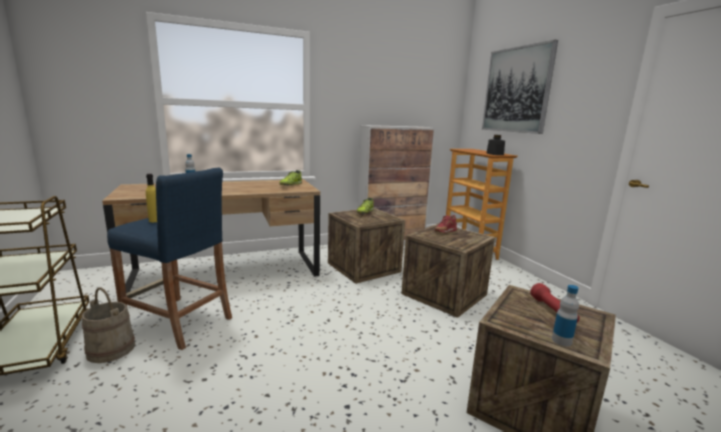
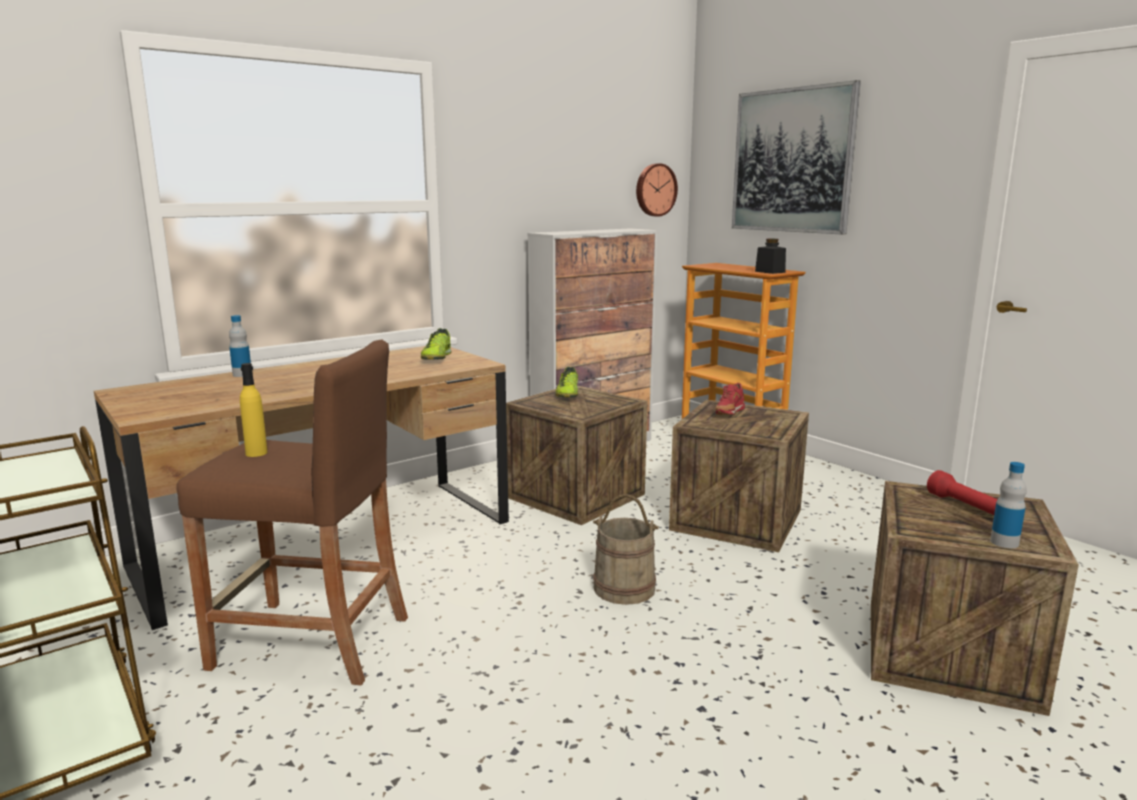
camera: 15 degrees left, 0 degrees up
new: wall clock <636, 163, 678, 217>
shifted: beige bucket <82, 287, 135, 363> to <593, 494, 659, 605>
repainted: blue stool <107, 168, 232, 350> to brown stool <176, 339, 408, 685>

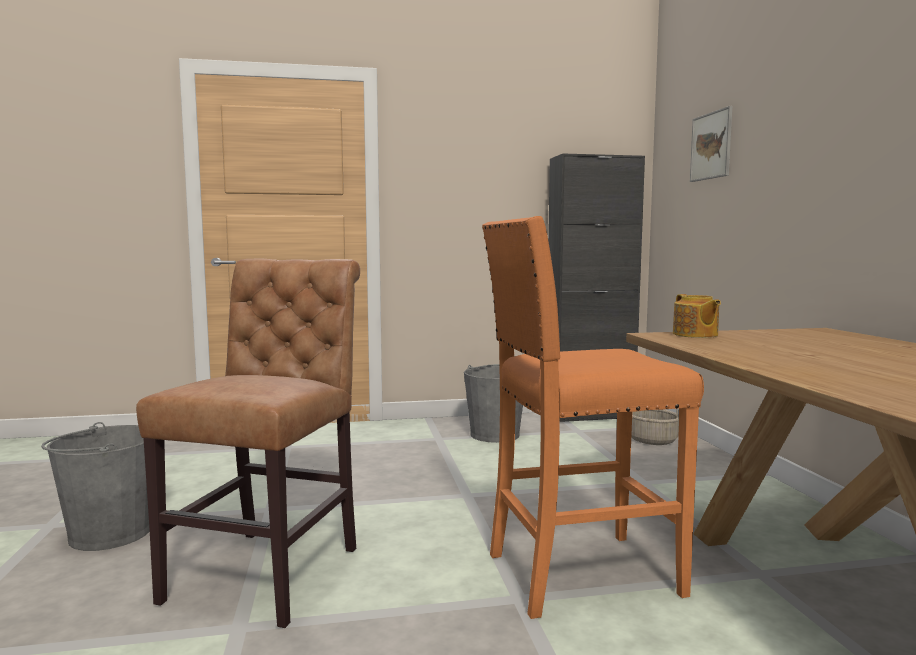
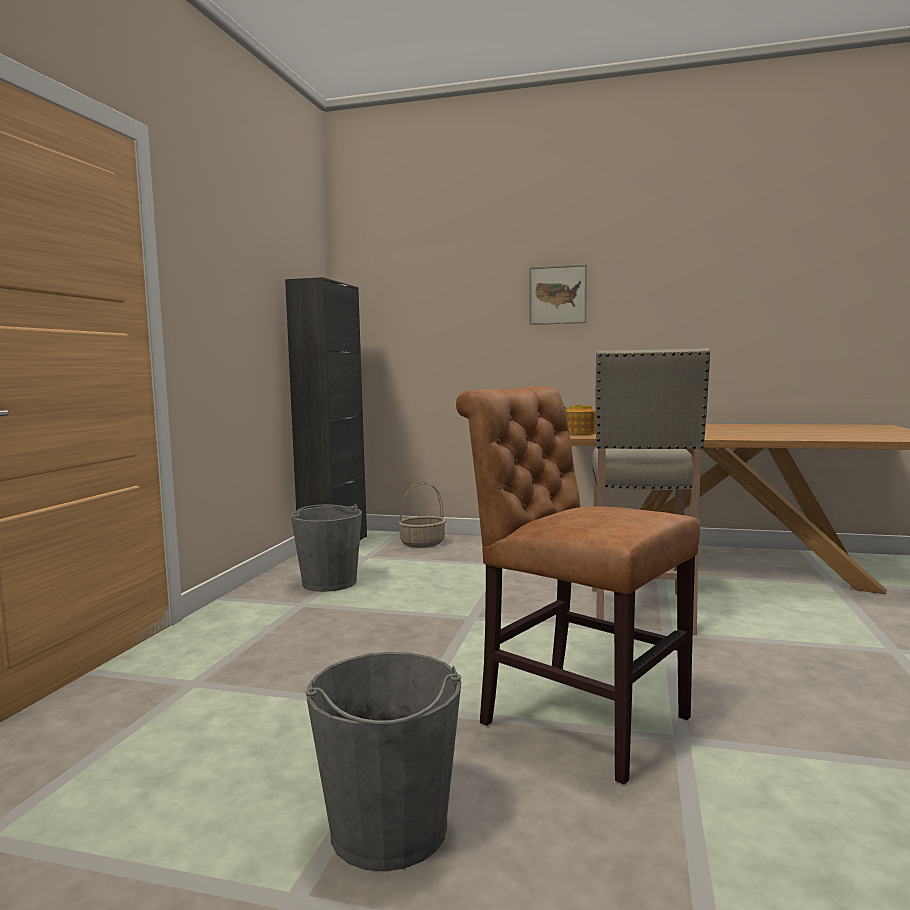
camera: 65 degrees left, 0 degrees up
shifted: picture <690, 106, 733, 182> to <529, 264, 587, 325>
repainted: orange stool <482, 216, 704, 619> to beige stool <592, 348, 710, 635>

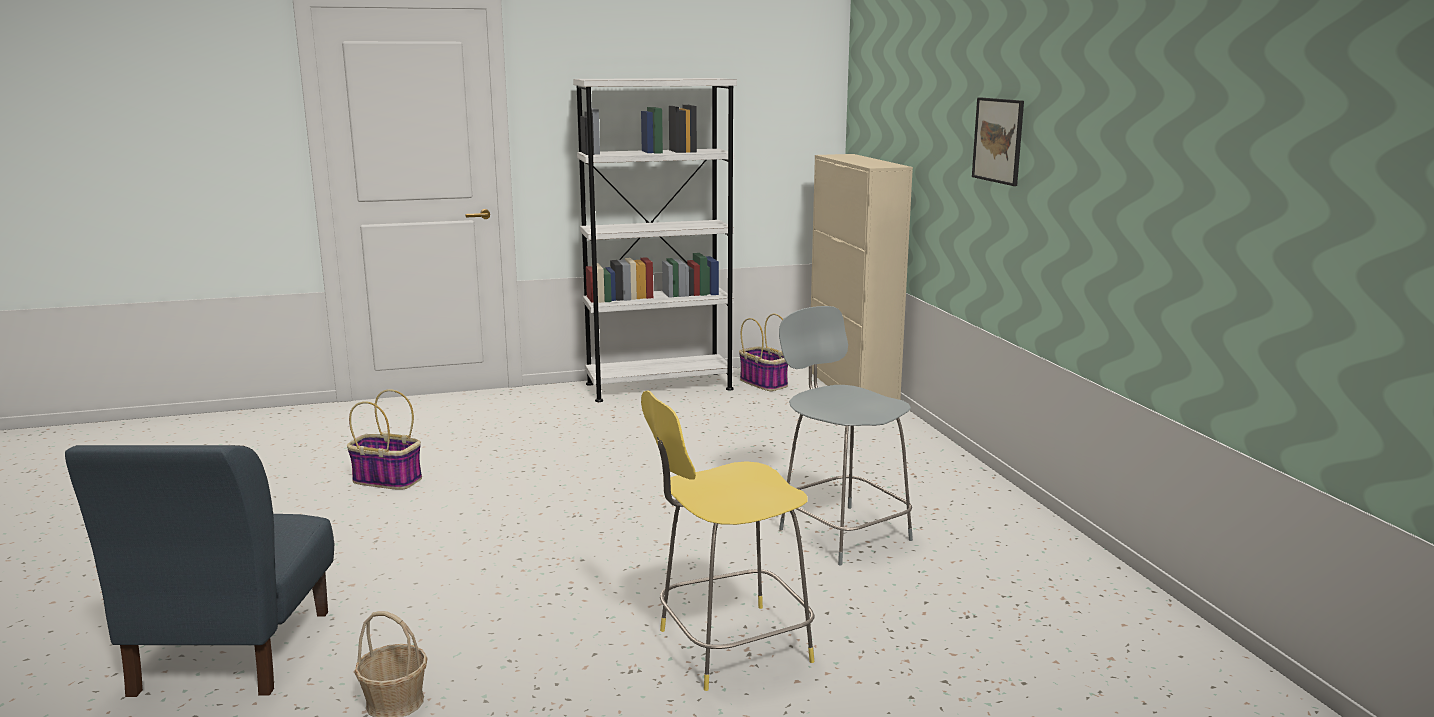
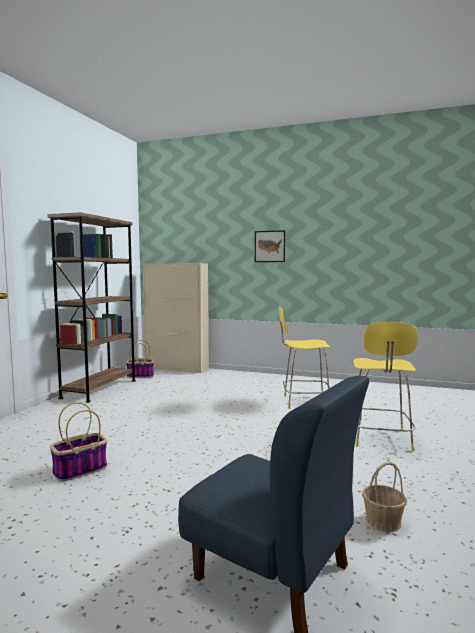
camera: 55 degrees left, 10 degrees down
repainted: white bookcase <573, 78, 737, 402> to brown bookcase <48, 212, 136, 403>; grey stool <779, 306, 913, 566> to yellow stool <279, 307, 331, 408>

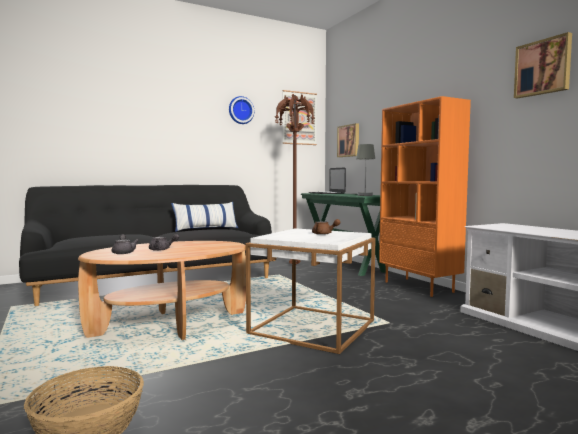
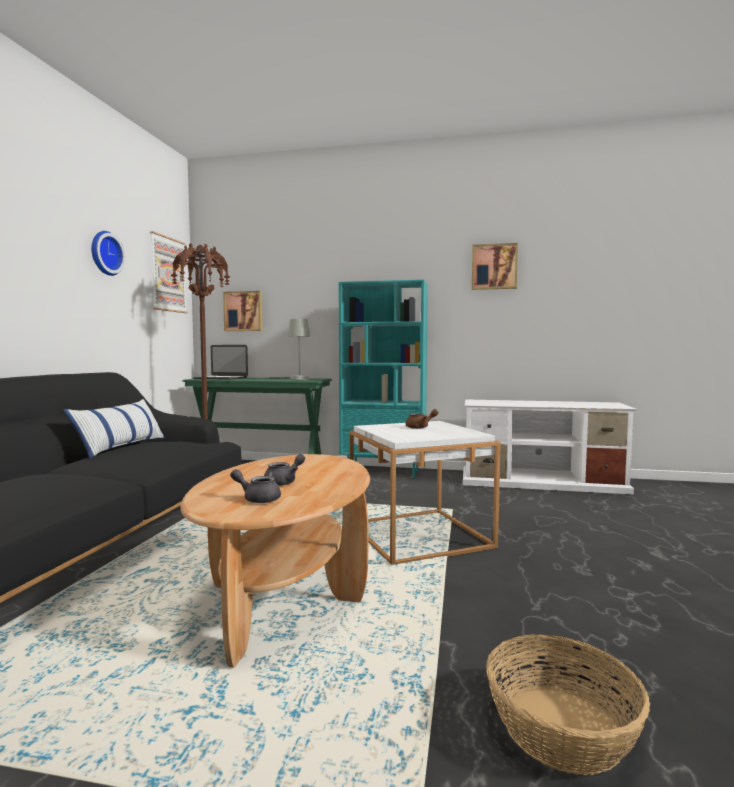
camera: 50 degrees left, 0 degrees up
repainted: orange bookcase <379, 96, 471, 297> to turquoise bookcase <339, 279, 428, 478>

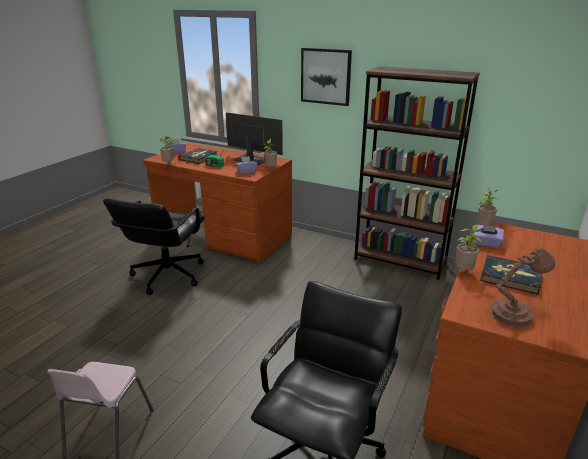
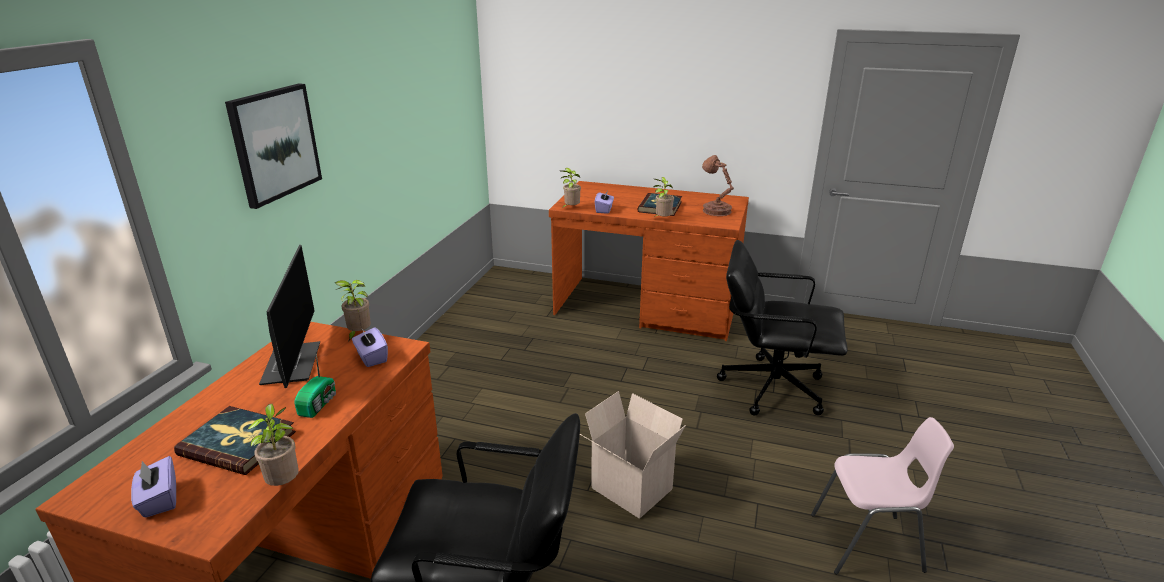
camera: 100 degrees left, 0 degrees up
gone: brown bookcase <354, 66, 480, 280>
new: cardboard box <580, 391, 686, 519>
rotated: monitor <226, 112, 283, 165> = <259, 245, 320, 388> 150 degrees clockwise

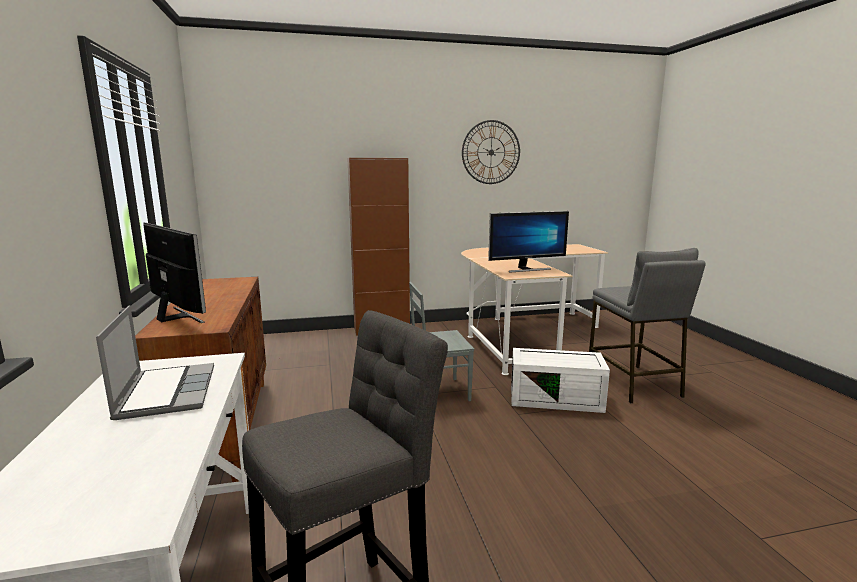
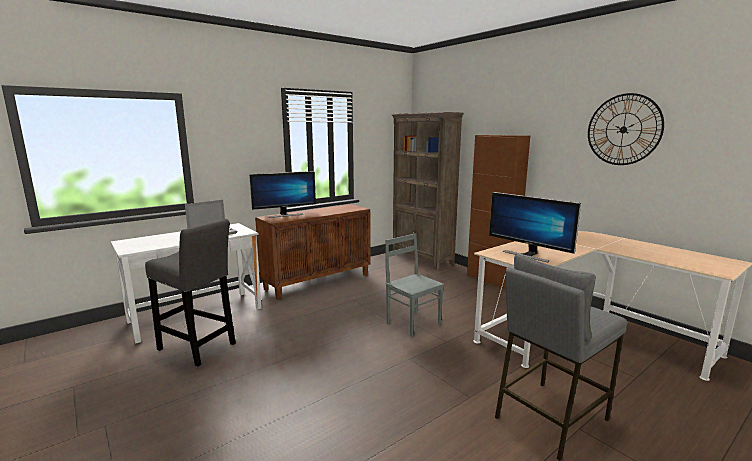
camera: 65 degrees right, 0 degrees up
gone: white storage box <511, 348, 610, 413>
new: brown bookcase <392, 112, 464, 270>
rotated: monitor <143, 223, 206, 323> = <249, 171, 316, 218> 45 degrees clockwise

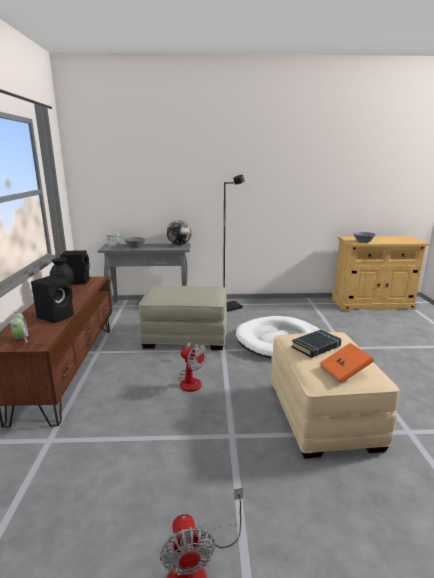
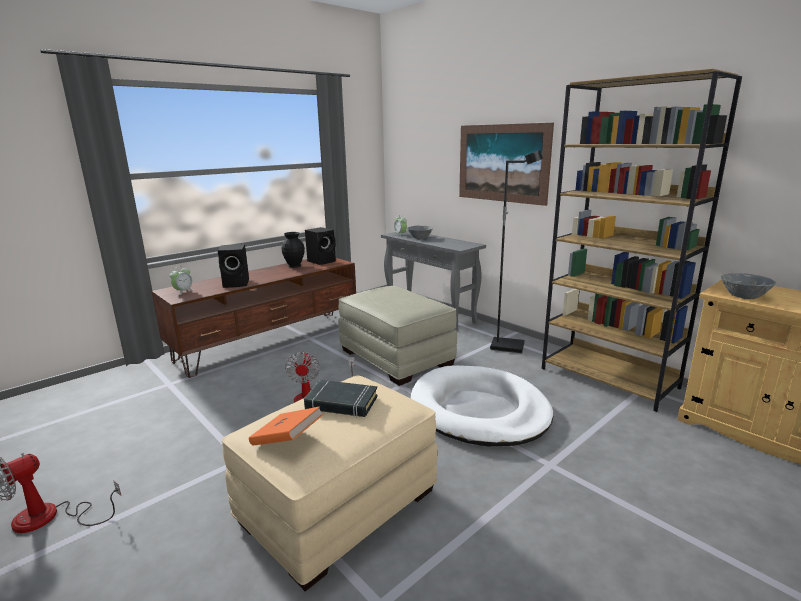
camera: 50 degrees right, 0 degrees up
gone: globe <167, 220, 191, 245>
new: brown bookcase <542, 69, 742, 412>; picture <459, 123, 554, 206>

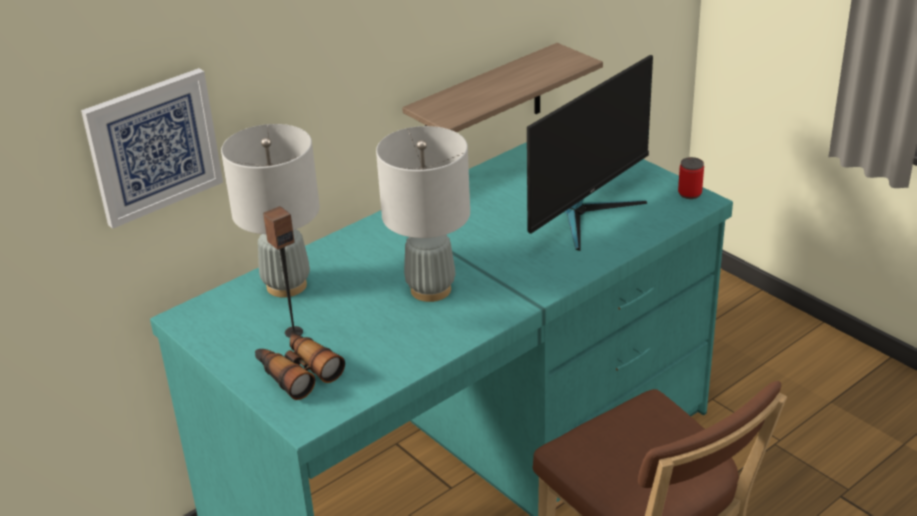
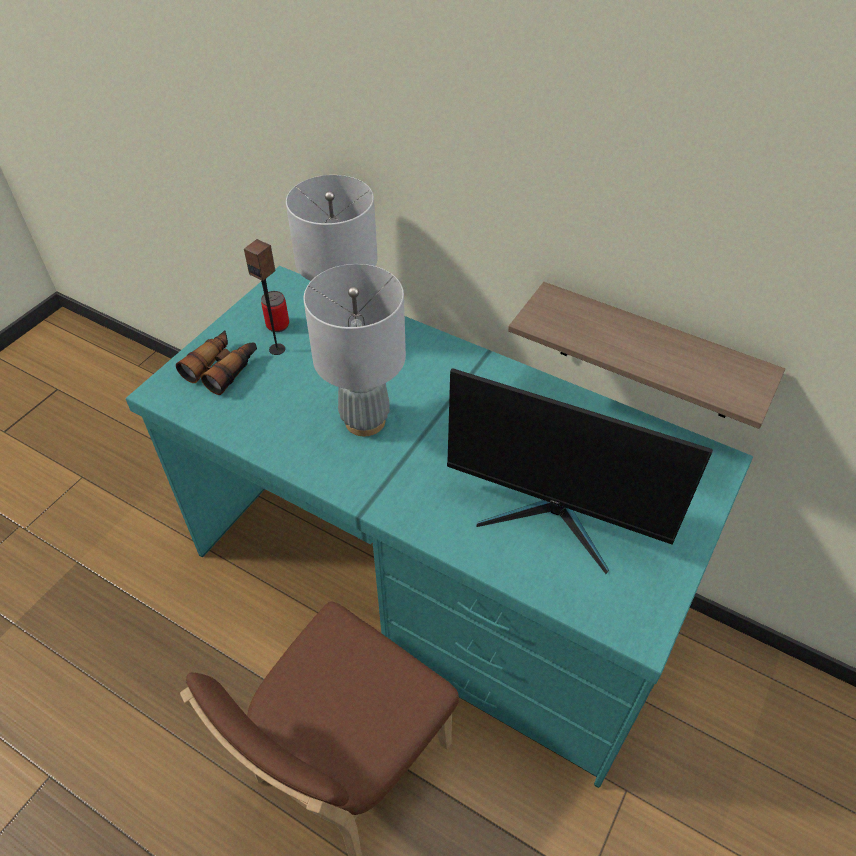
camera: 70 degrees right, 15 degrees up
gone: picture <81, 68, 223, 229>
shifted: can <678, 157, 704, 199> to <261, 291, 289, 332>

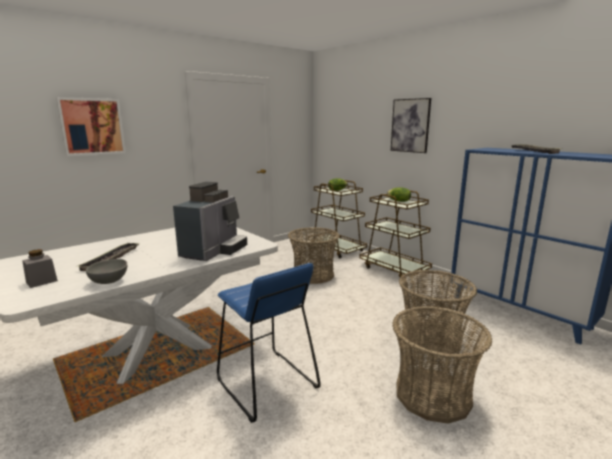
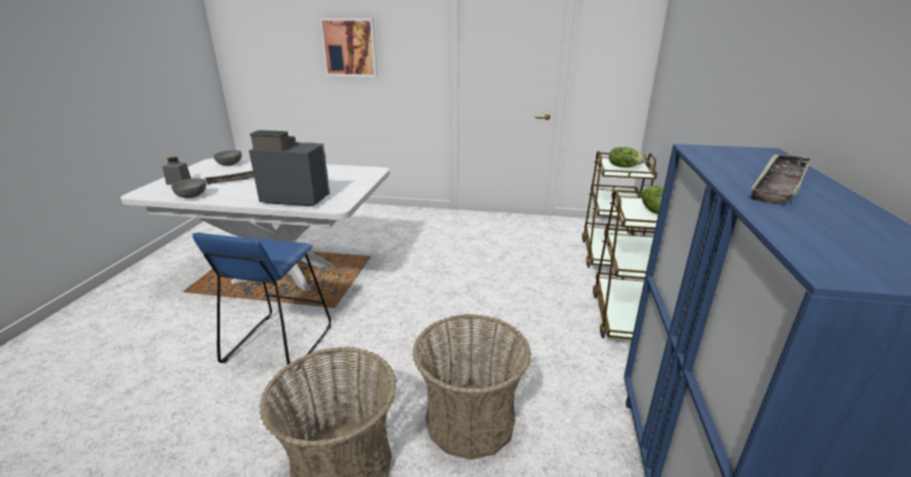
camera: 50 degrees right, 10 degrees up
gone: picture <391, 98, 431, 153>; basket <288, 227, 340, 284>
new: grey bowl <214, 150, 242, 166>
rotated: coffee machine <173, 182, 247, 261> = <249, 130, 330, 206> 150 degrees counterclockwise

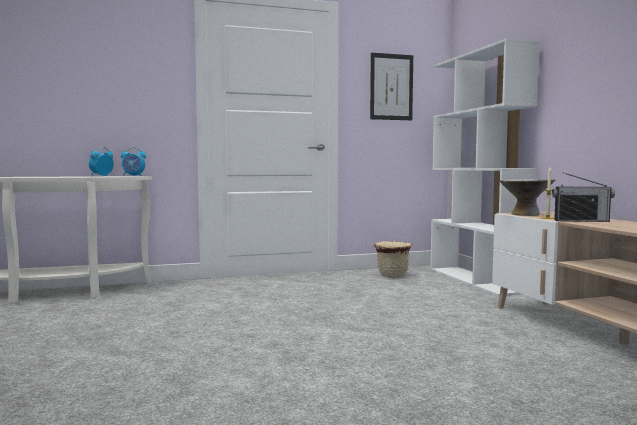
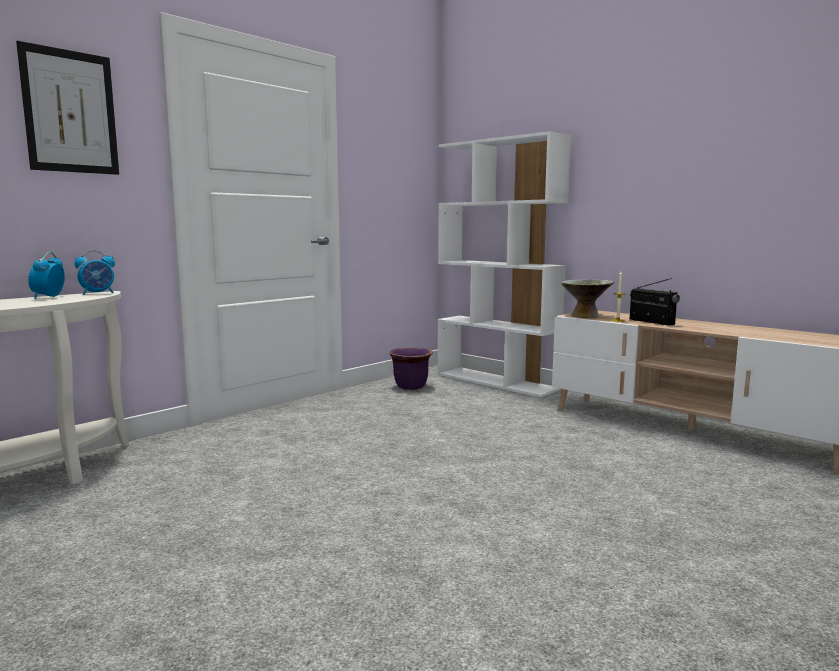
camera: 30 degrees left, 5 degrees up
shifted: picture <370, 53, 413, 120> to <16, 41, 119, 175>
repainted: beige planter <374, 241, 413, 278> to purple planter <389, 347, 433, 390>
rotated: radio <552, 172, 615, 222> = <630, 278, 680, 326> 105 degrees counterclockwise

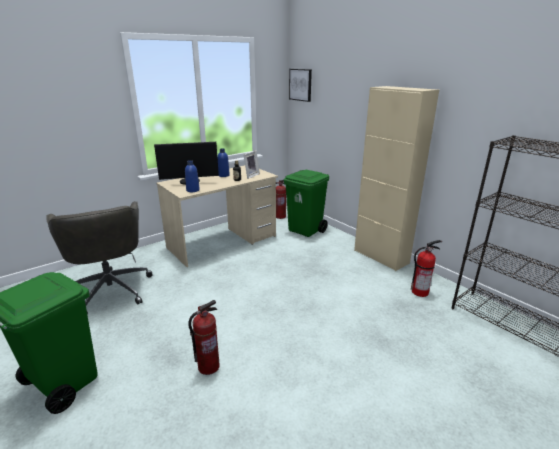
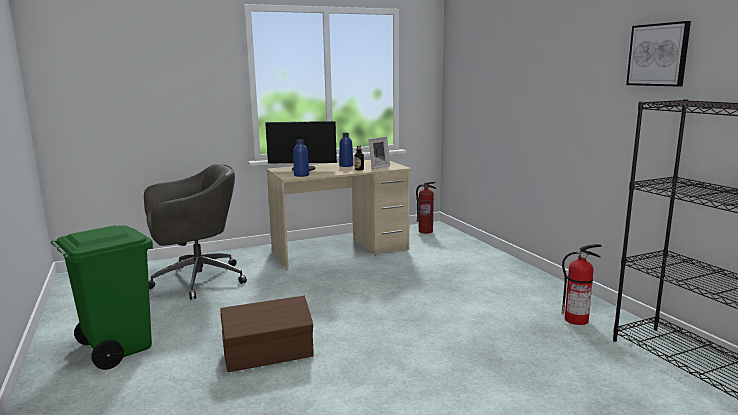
camera: 15 degrees right, 10 degrees down
gone: beige cabinet <354, 86, 439, 271>; green trash can <284, 170, 329, 237>
shifted: picture <289, 69, 312, 102> to <626, 21, 691, 87>
swapped: fire extinguisher <188, 300, 220, 375> to brown storage box <221, 296, 314, 372>
rotated: grey office chair <46, 201, 153, 315> = <144, 164, 247, 300> 105 degrees counterclockwise

